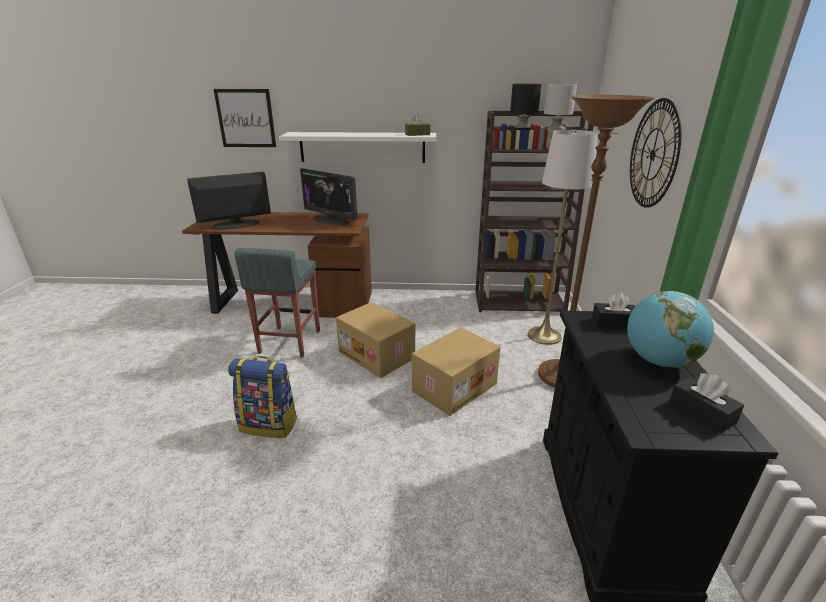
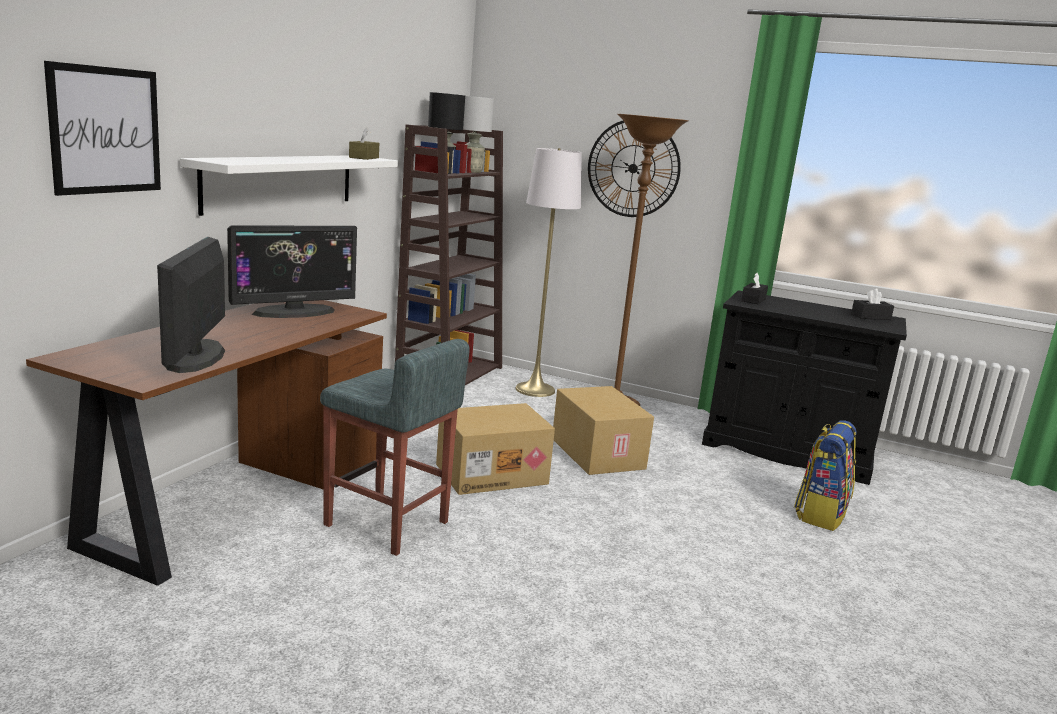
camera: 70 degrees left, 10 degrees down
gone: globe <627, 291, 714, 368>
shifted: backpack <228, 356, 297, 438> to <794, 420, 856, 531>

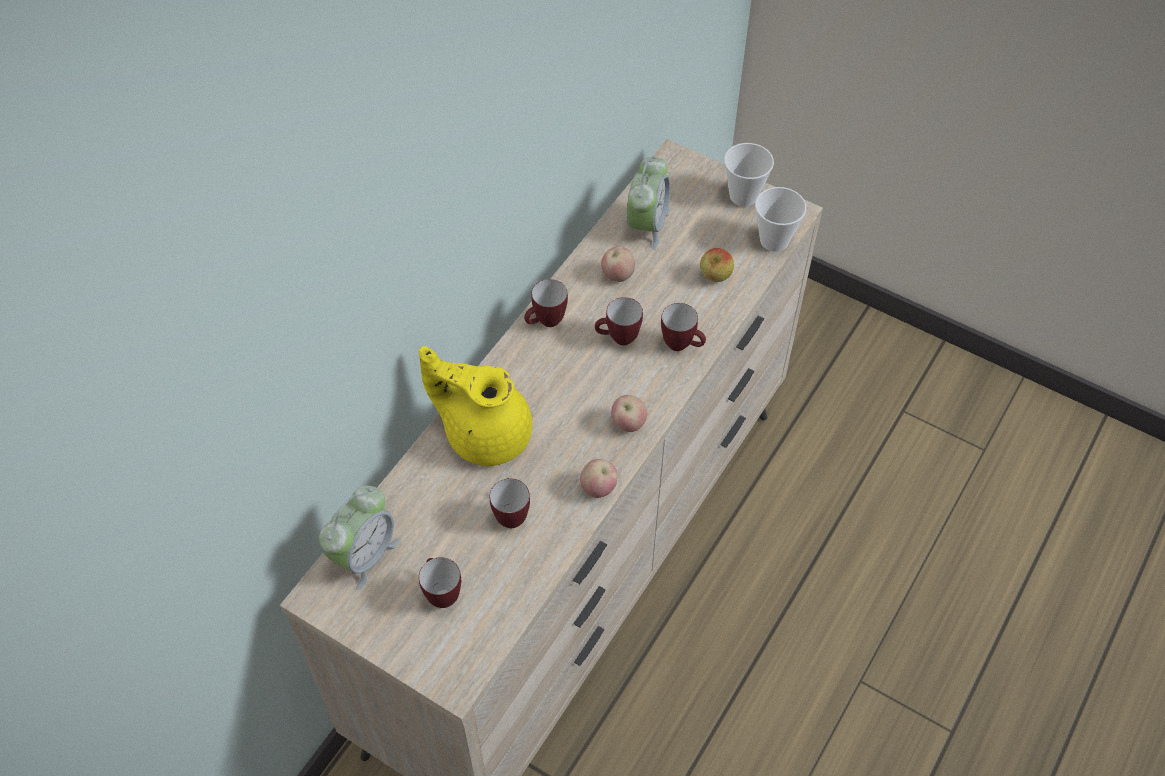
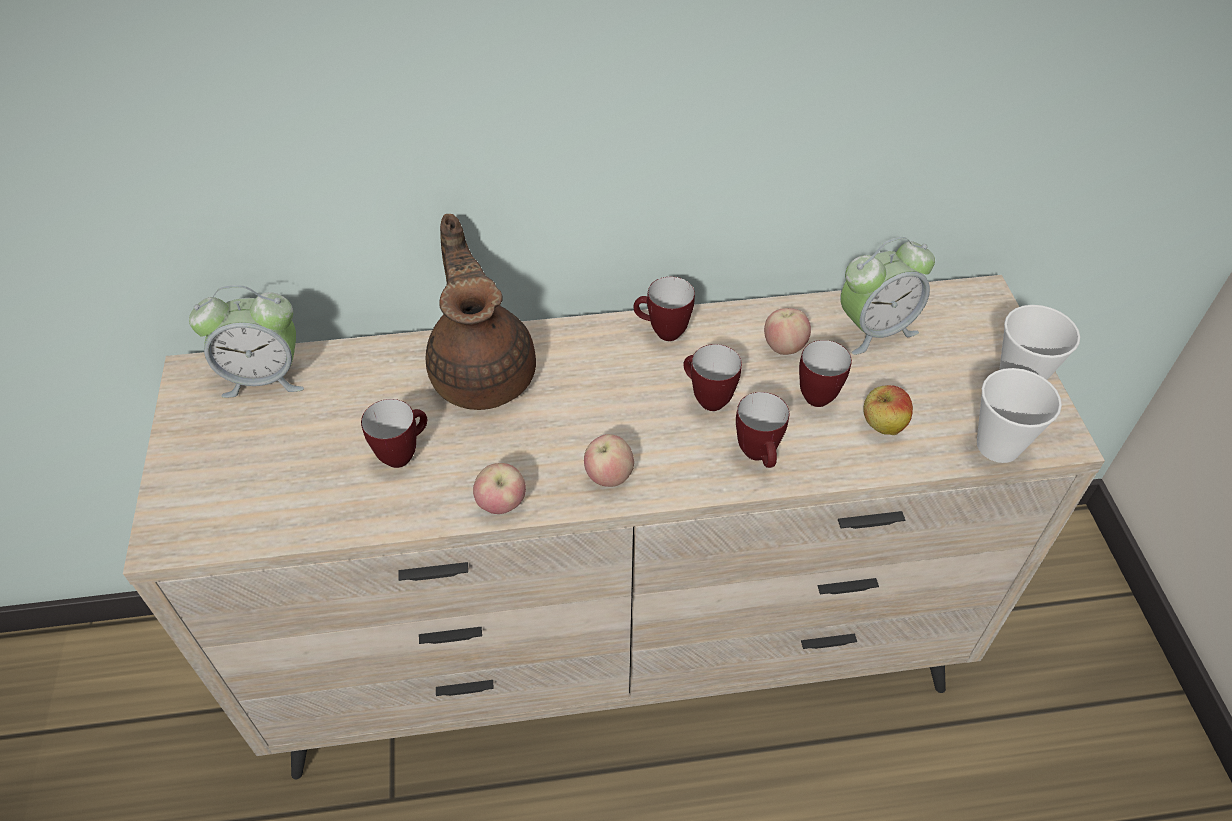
camera: 50 degrees right, 5 degrees down
shifted: mug <419, 557, 461, 608> to <799, 340, 852, 407>
repainted: yellow teapot <419, 346, 532, 466> to brown teapot <426, 214, 536, 410>

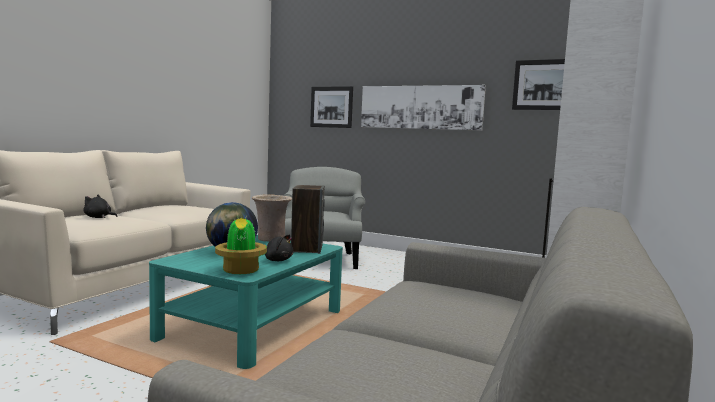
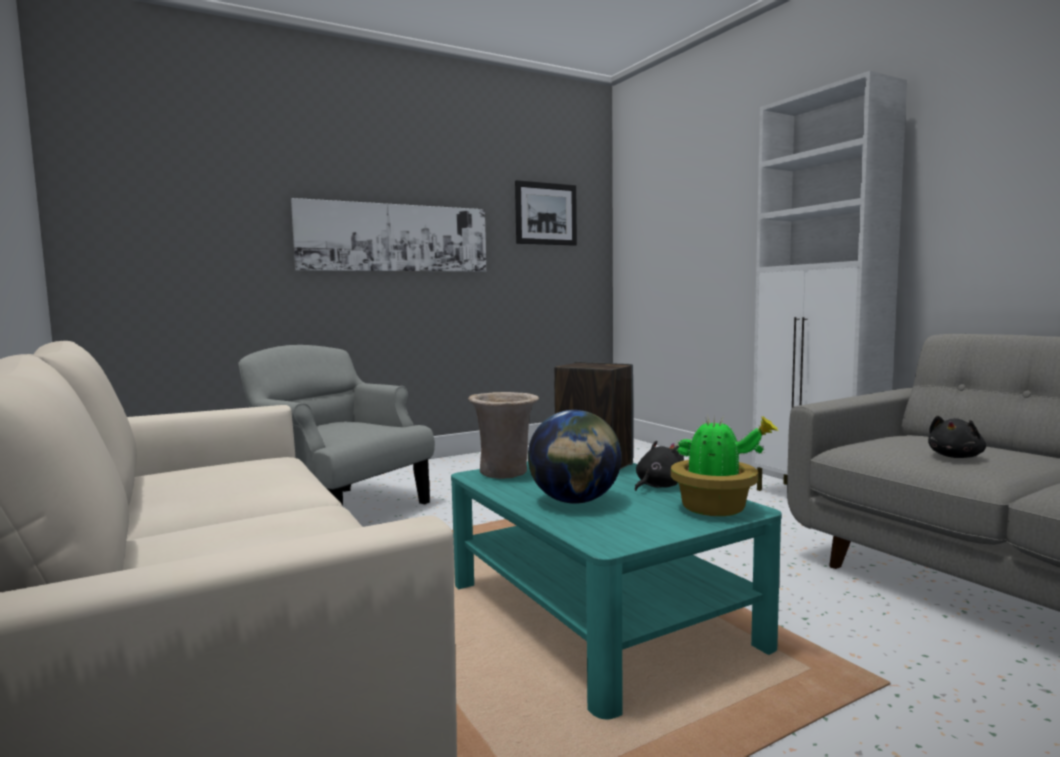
camera: 55 degrees left, 0 degrees up
gone: picture <310, 86, 353, 128>
shifted: black plush toy <83, 195, 118, 218> to <928, 416, 986, 458>

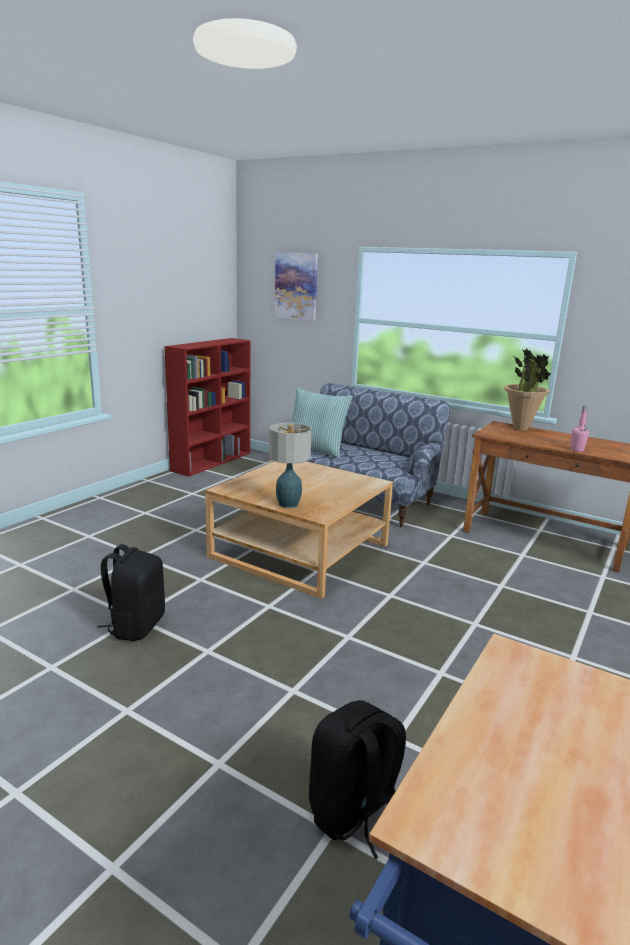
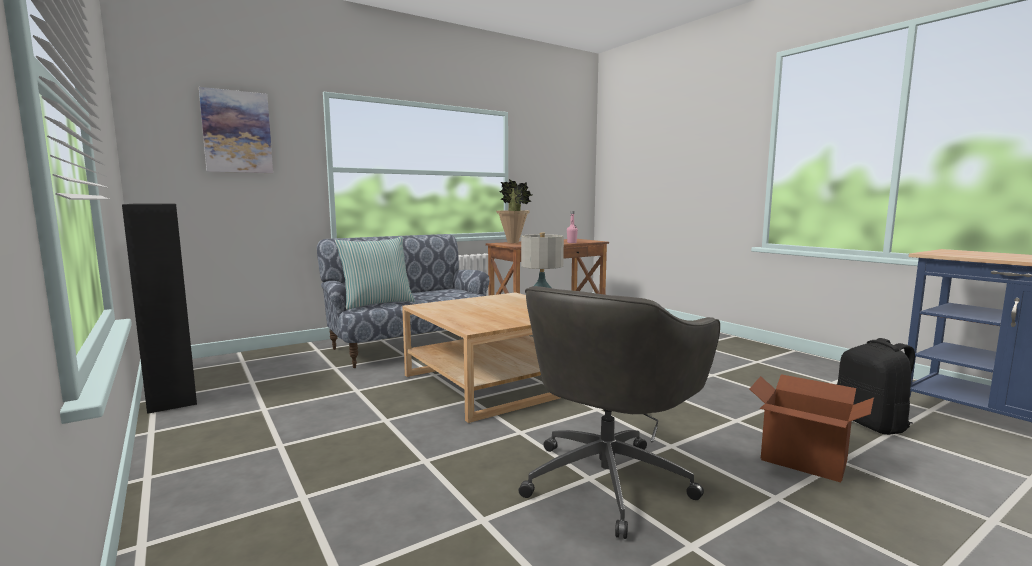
camera: 65 degrees left, 10 degrees down
new: cardboard box <750, 374, 874, 482>
swapped: black backpack <97, 544, 165, 641> to grey office chair <519, 286, 720, 539>
repainted: red bookcase <165, 338, 250, 477> to black bookcase <122, 203, 197, 414>

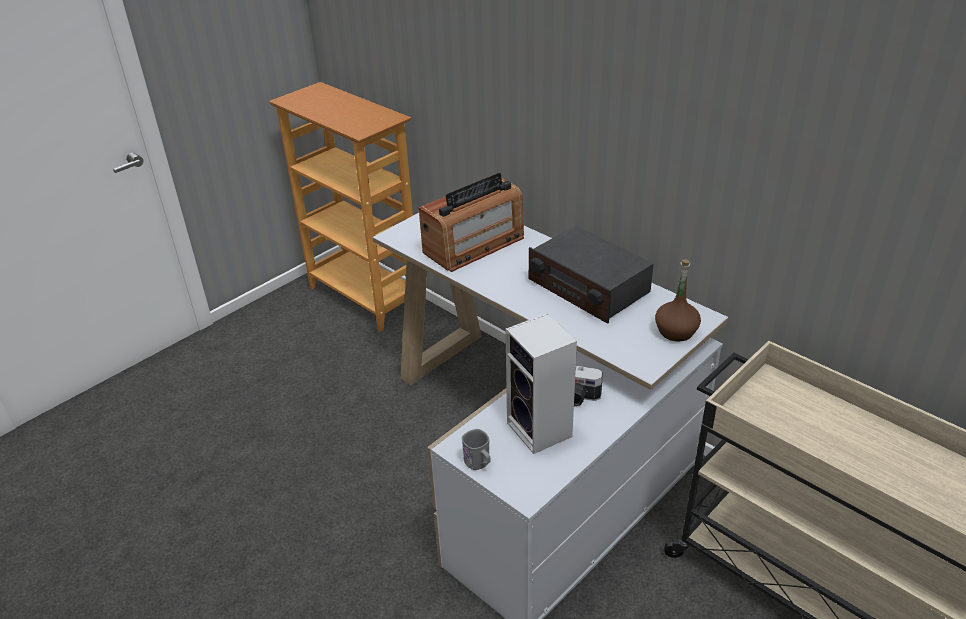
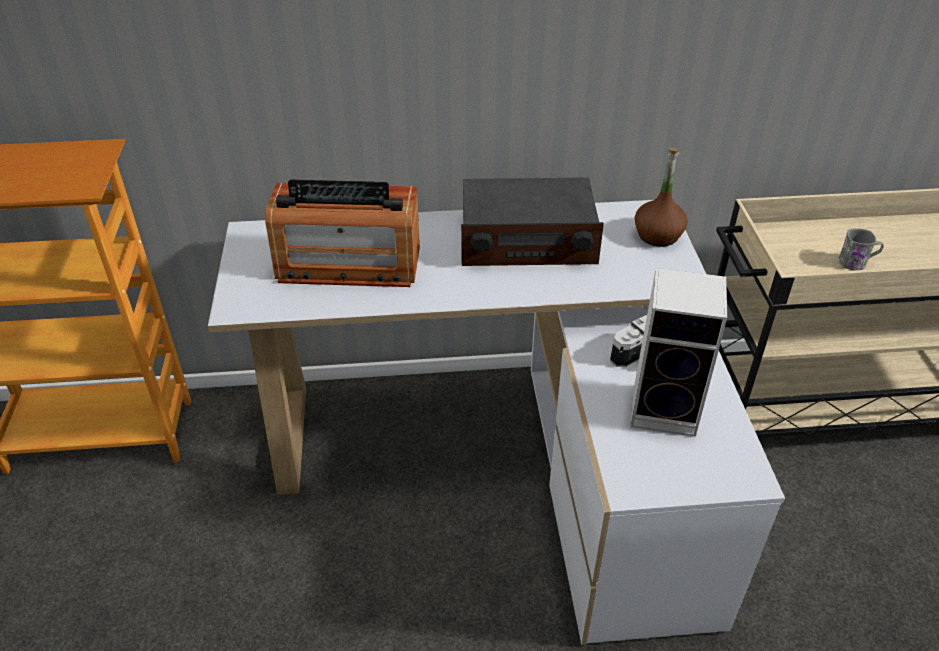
camera: 50 degrees left, 5 degrees up
shifted: grey mug <462, 429, 490, 470> to <839, 228, 884, 270>
rotated: radio <419, 173, 524, 272> = <265, 180, 420, 287> 90 degrees clockwise

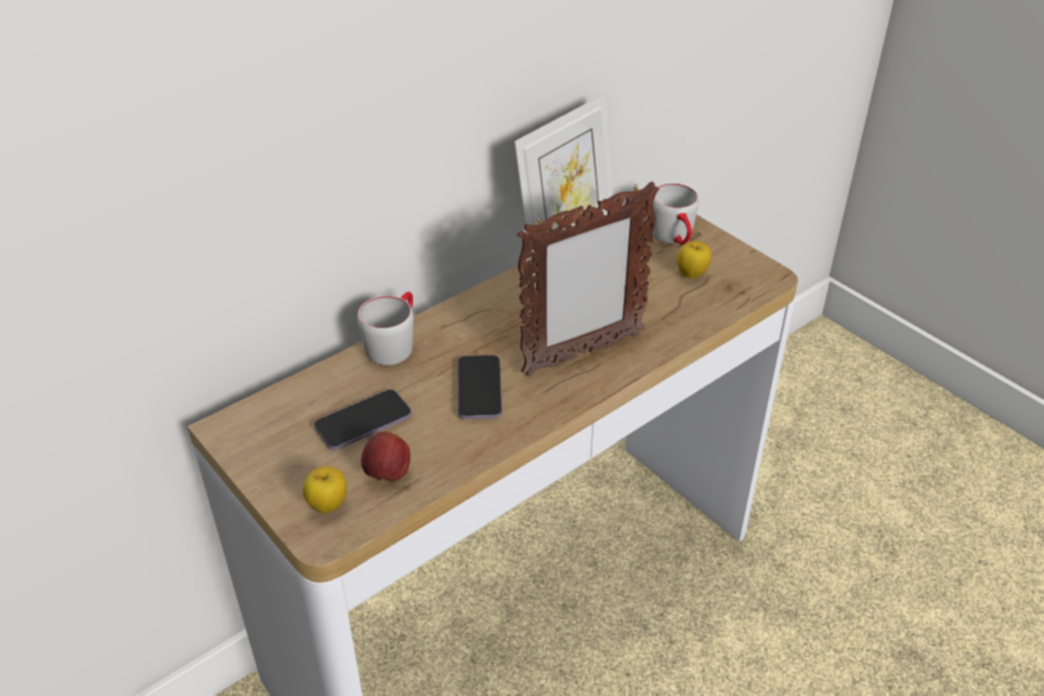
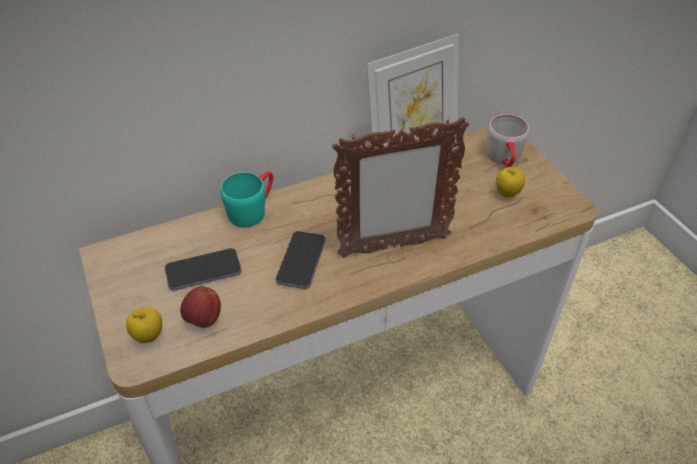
camera: 15 degrees right, 5 degrees up
repainted: grey mug <357, 292, 414, 365> to turquoise mug <220, 172, 273, 227>

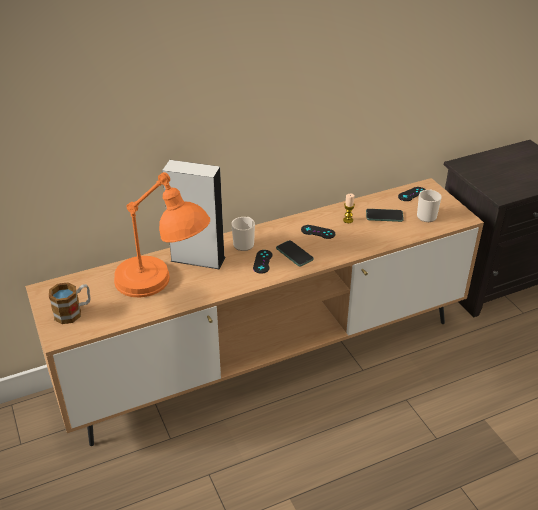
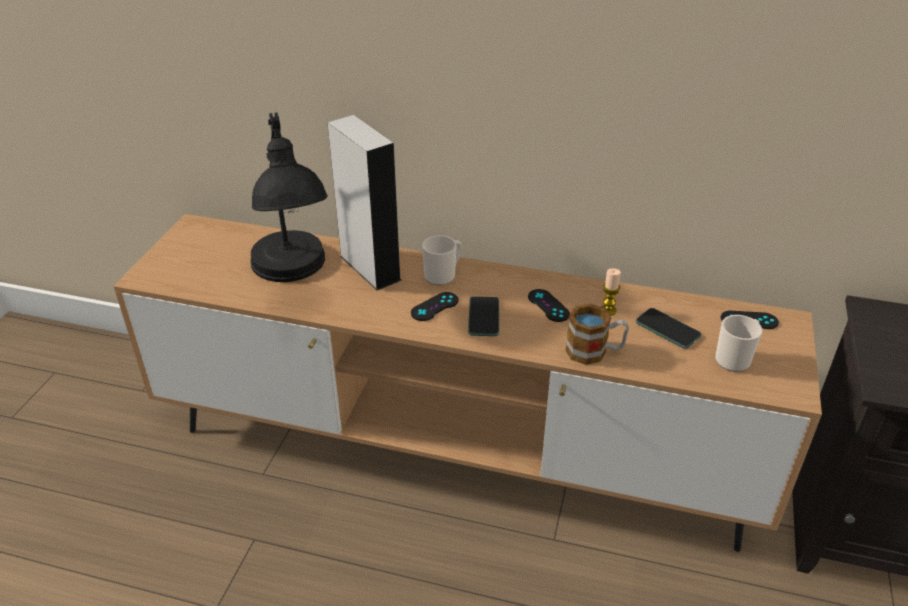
camera: 40 degrees right, 0 degrees up
shifted: mug <49, 282, 91, 324> to <565, 304, 629, 365>
repainted: orange table lamp <114, 172, 210, 297> to black table lamp <250, 112, 328, 282>

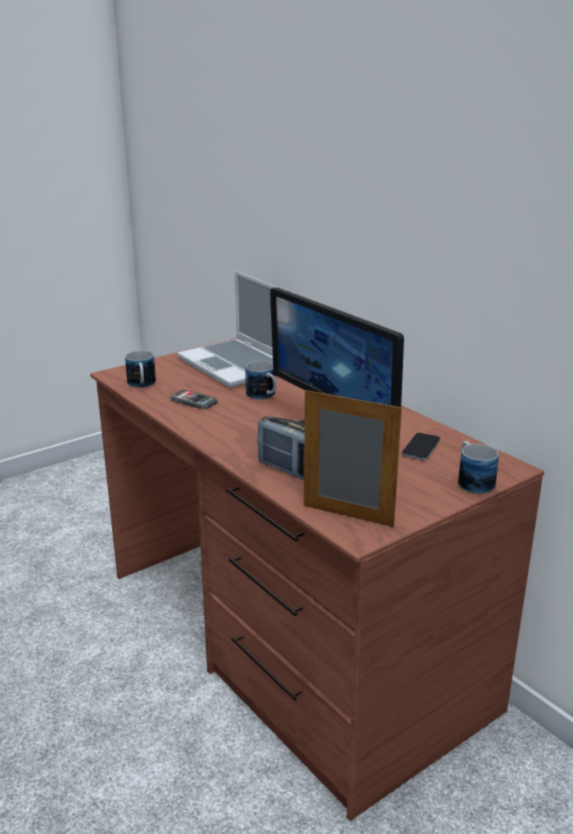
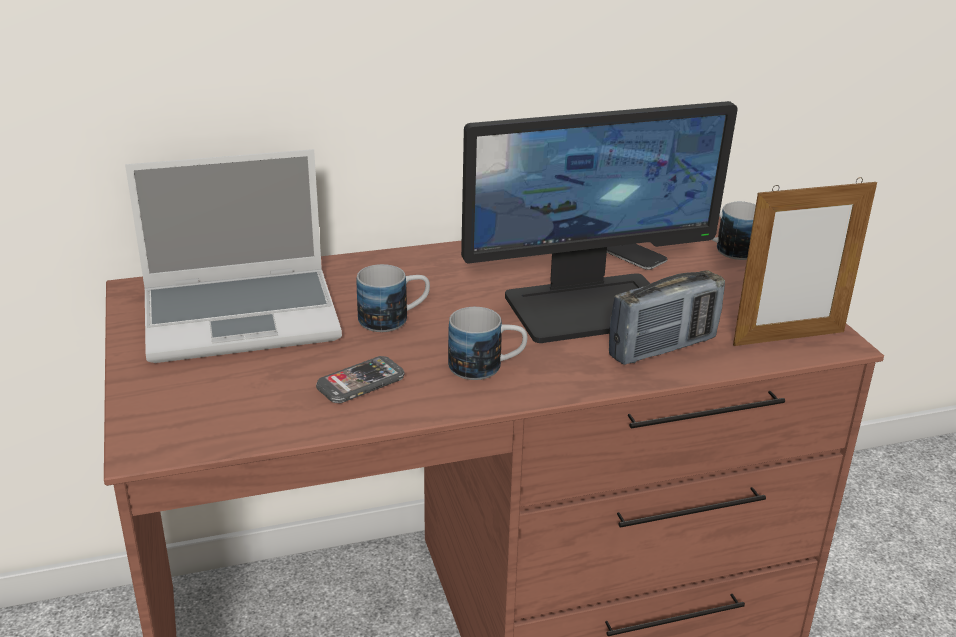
camera: 70 degrees left, 5 degrees up
shifted: mug <125, 351, 156, 388> to <448, 307, 527, 380>
rotated: picture frame <304, 389, 402, 527> = <733, 177, 877, 346> 150 degrees counterclockwise

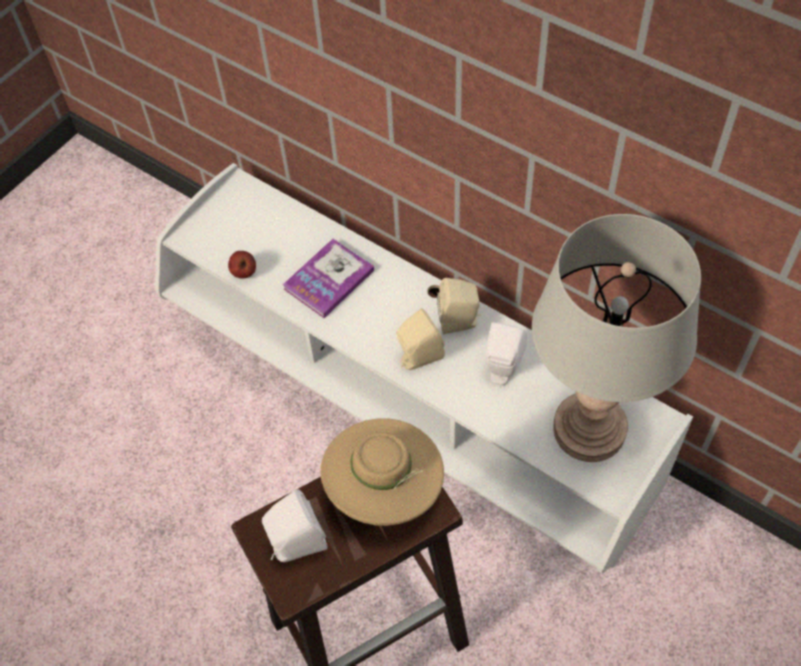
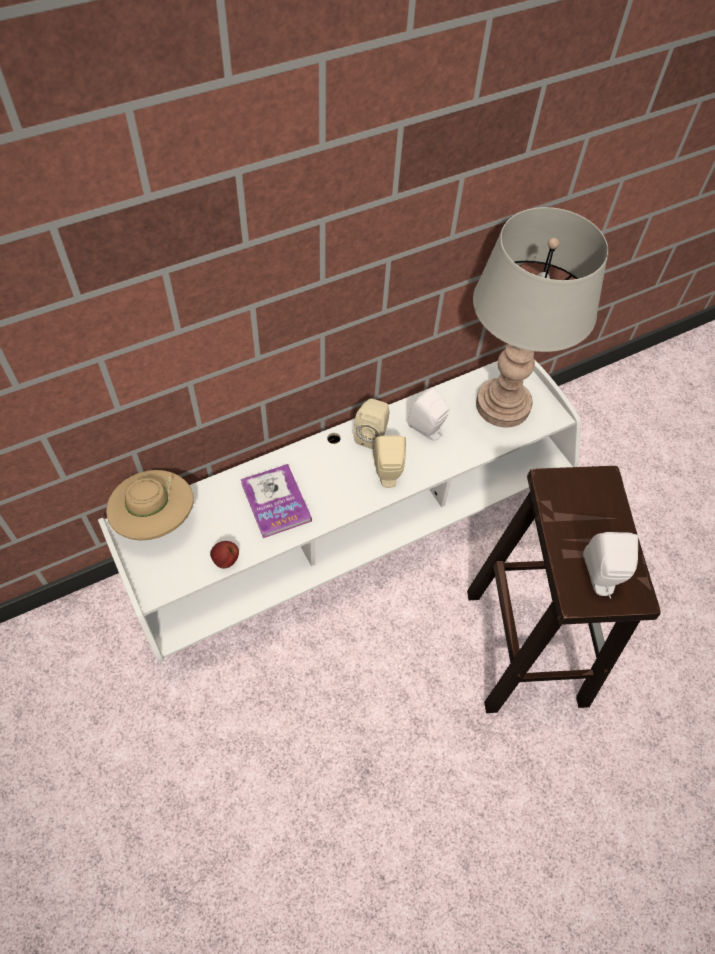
camera: 70 degrees left, 0 degrees up
shifted: beige hat <320, 418, 444, 526> to <106, 470, 194, 541>

